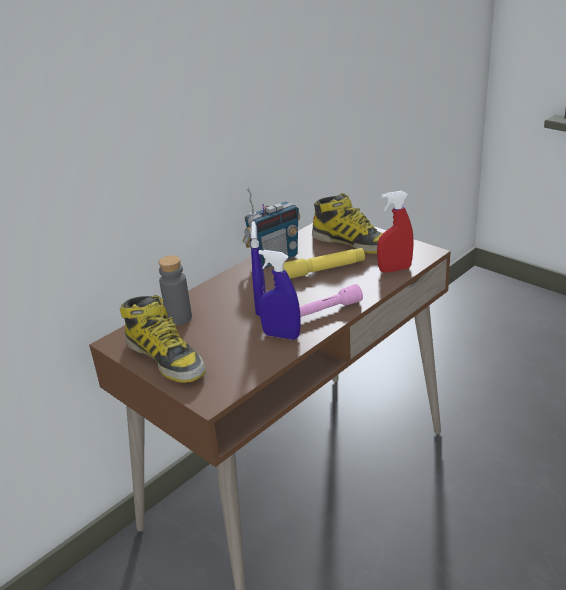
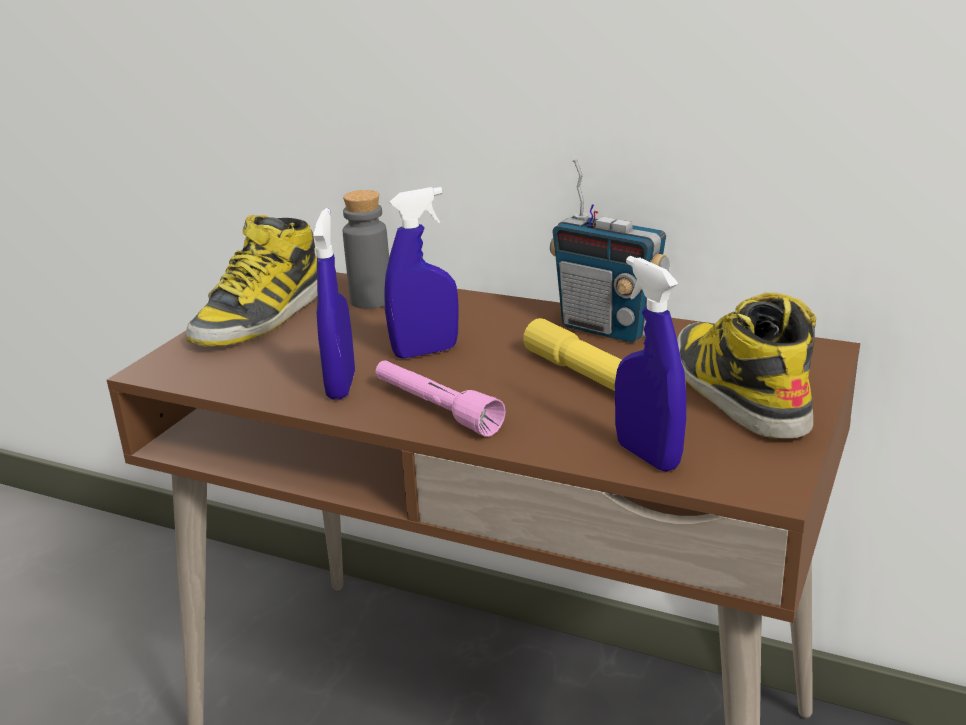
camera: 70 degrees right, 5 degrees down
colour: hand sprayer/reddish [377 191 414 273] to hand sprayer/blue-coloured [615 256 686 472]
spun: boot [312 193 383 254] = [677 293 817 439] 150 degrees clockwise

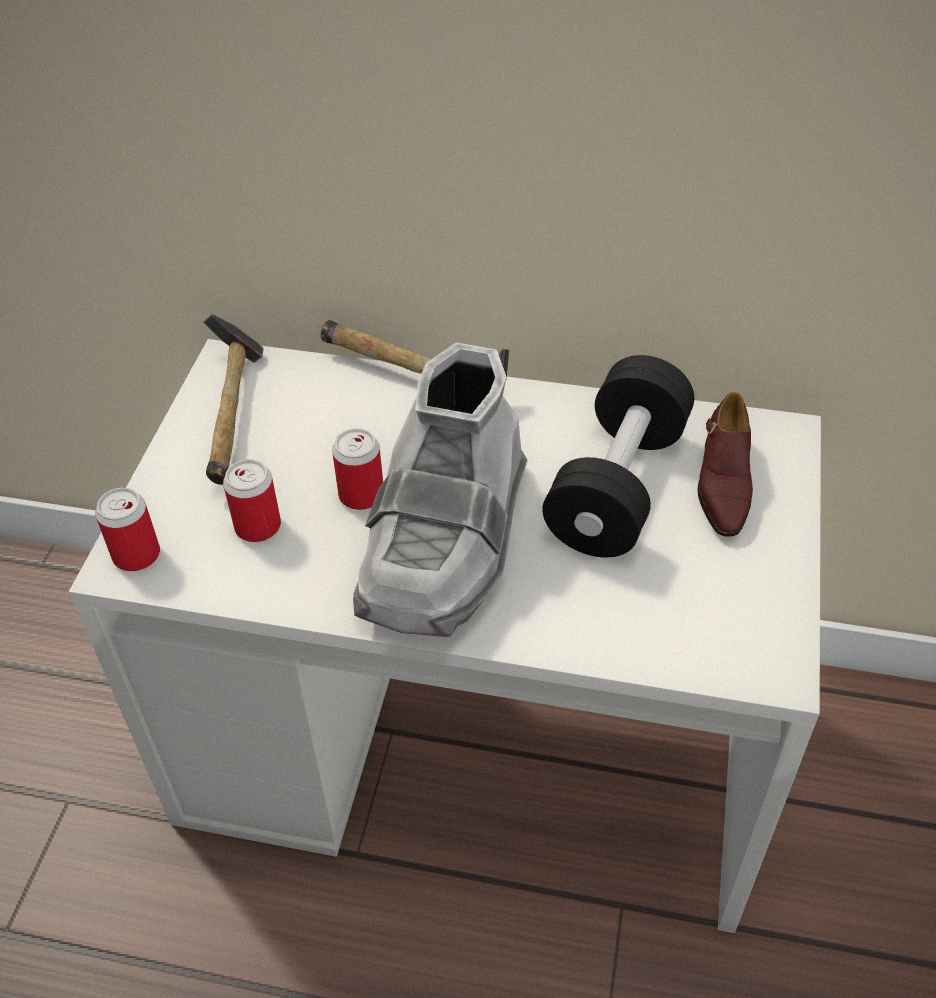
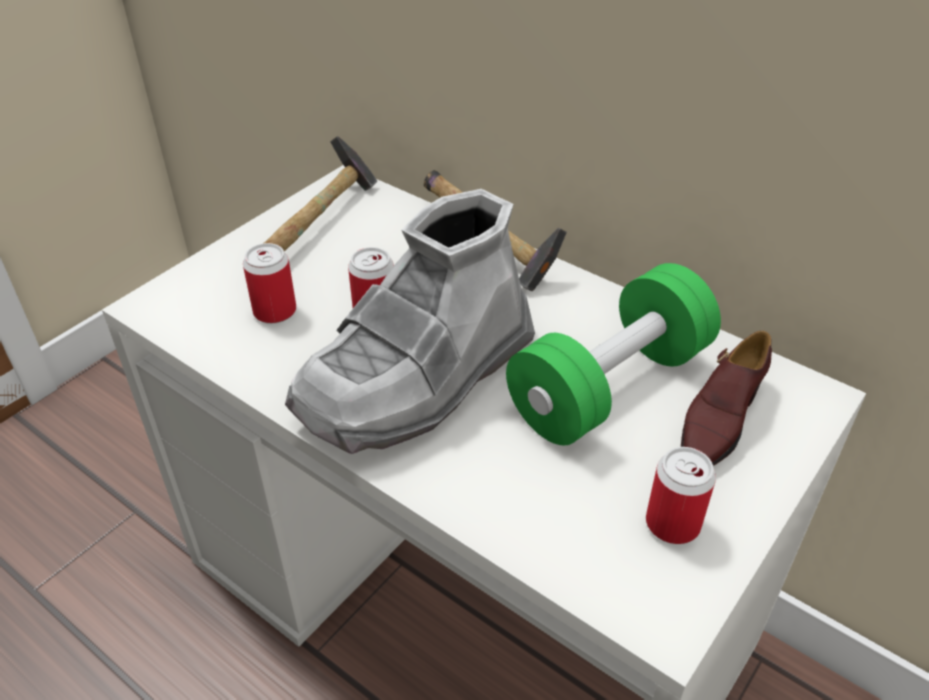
camera: 25 degrees right, 5 degrees down
relocated: sealed can [95 488 160 571] to [646 447 716 544]
colour: free weight/blackish [542 355 694 558] to free weight/green-coloured [506 263 721 445]

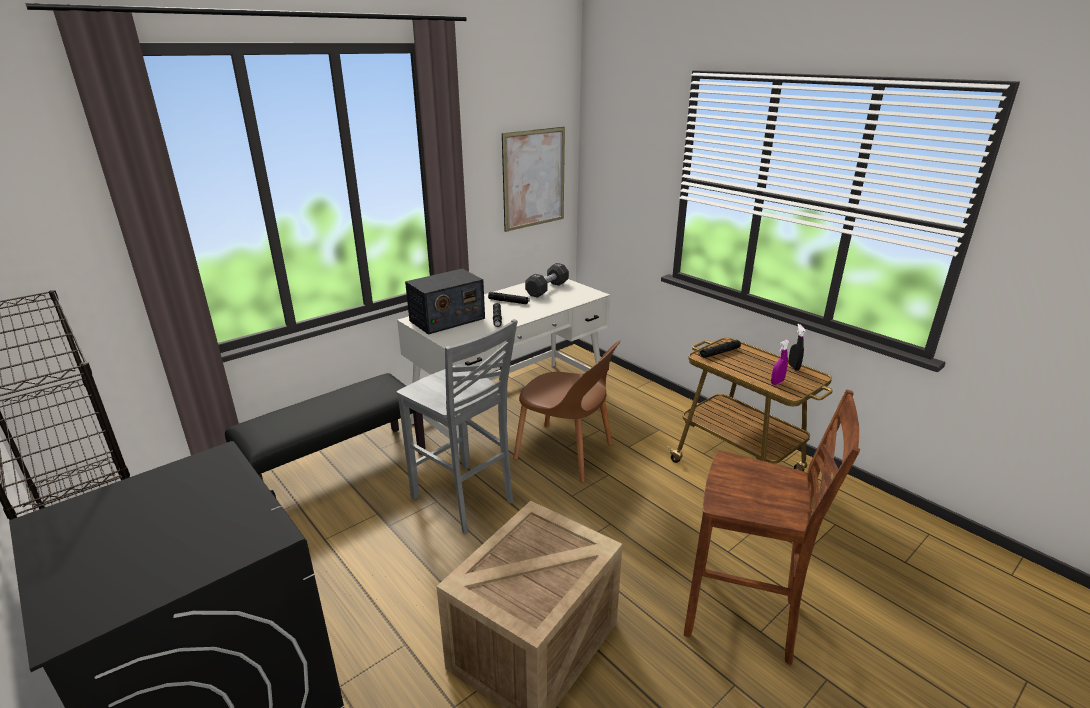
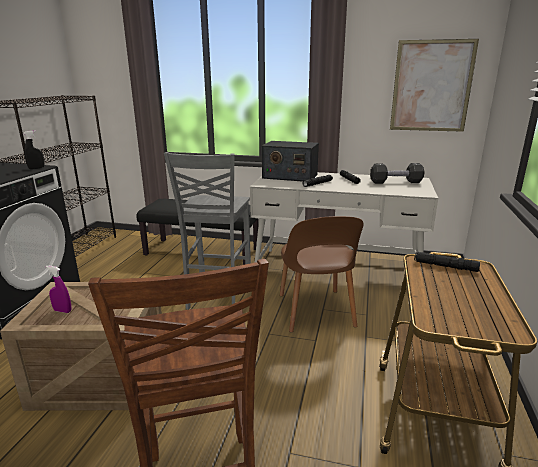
camera: 55 degrees right, 5 degrees down
relocated: hand sprayer/blackish [788 324 805 370] to [23 130 44 169]; hand sprayer/purple [771 340 790 385] to [46 266 71 313]

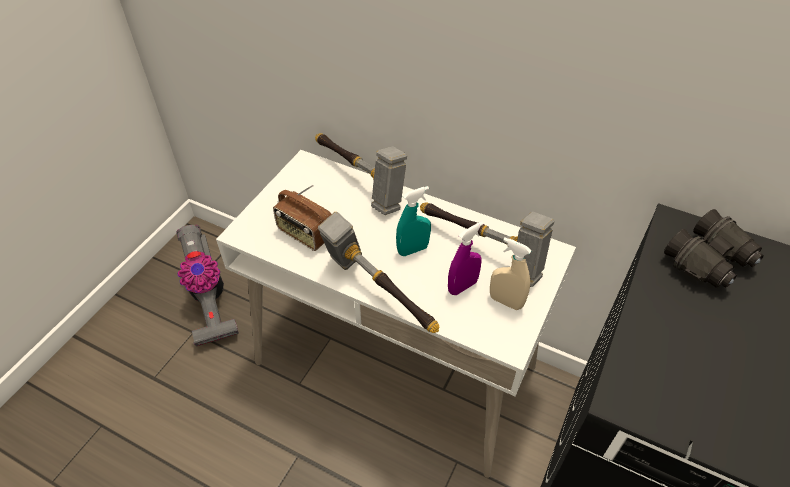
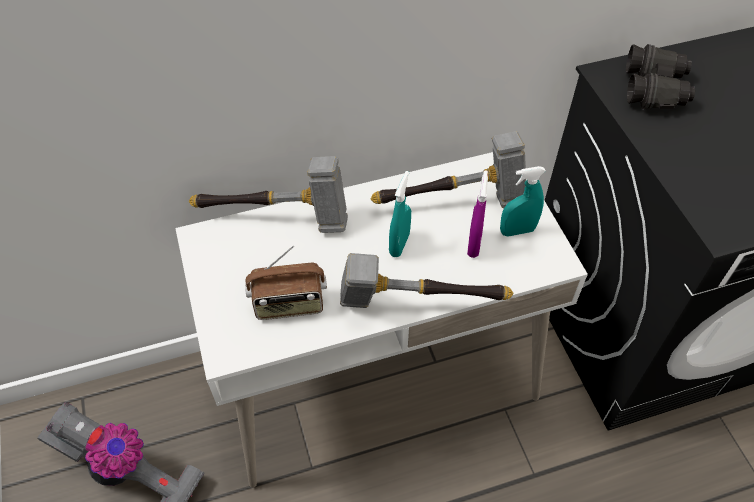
camera: 45 degrees left, 5 degrees up
colour: hand sprayer/sand-coloured [490 237 532 310] to hand sprayer/turquoise [500 166 546 237]

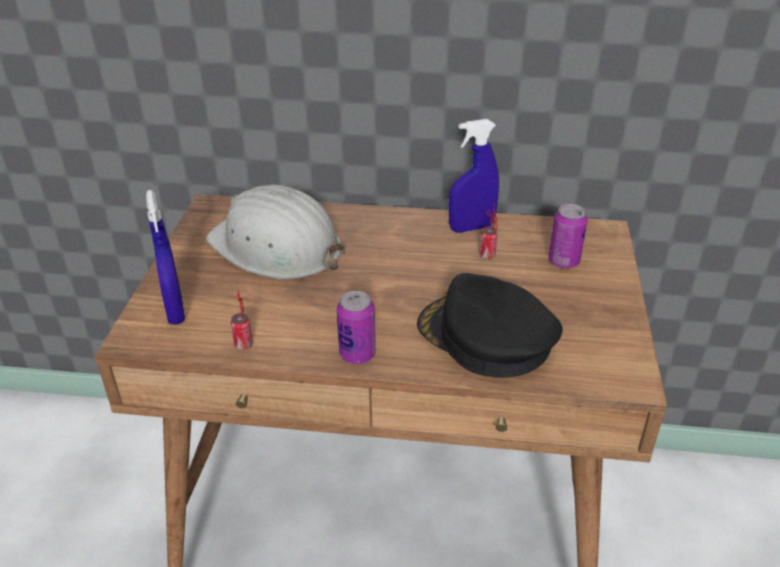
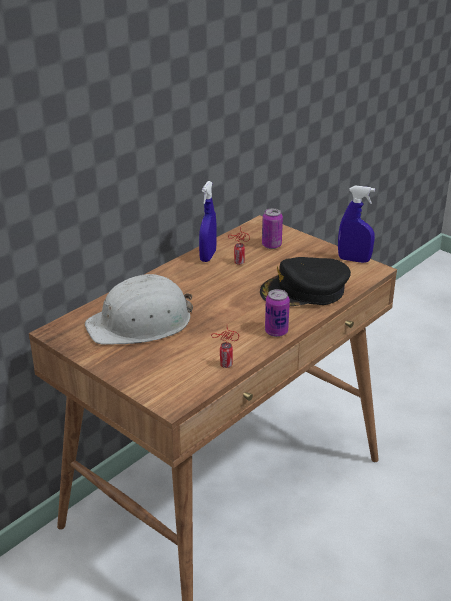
camera: 55 degrees left, 5 degrees down
relocated: hand sprayer/blue-coloured [146 190 185 325] to [338 185 375 263]

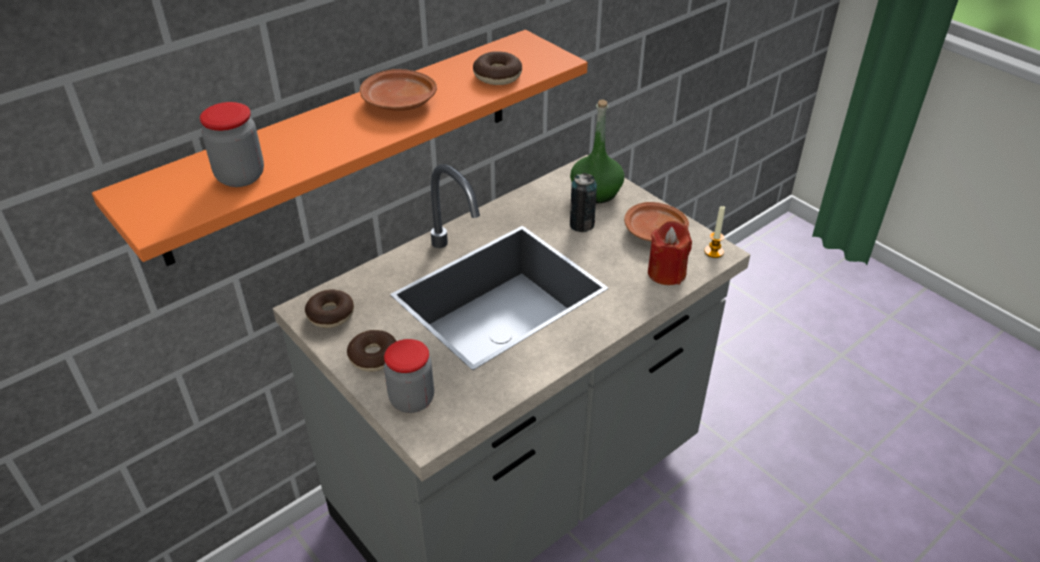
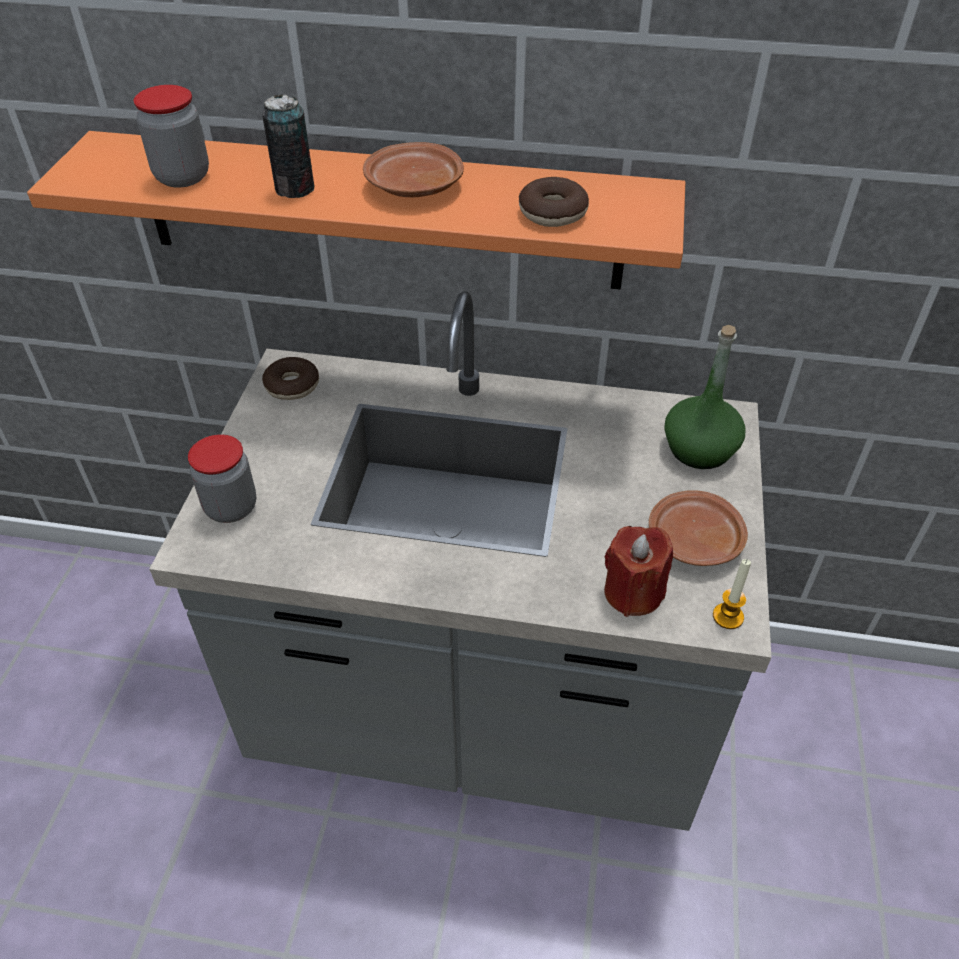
camera: 50 degrees right, 5 degrees up
missing: ring doughnut [347 330 397 372]
relocated: sealed can [570 173 597 232] to [262 94 314 198]

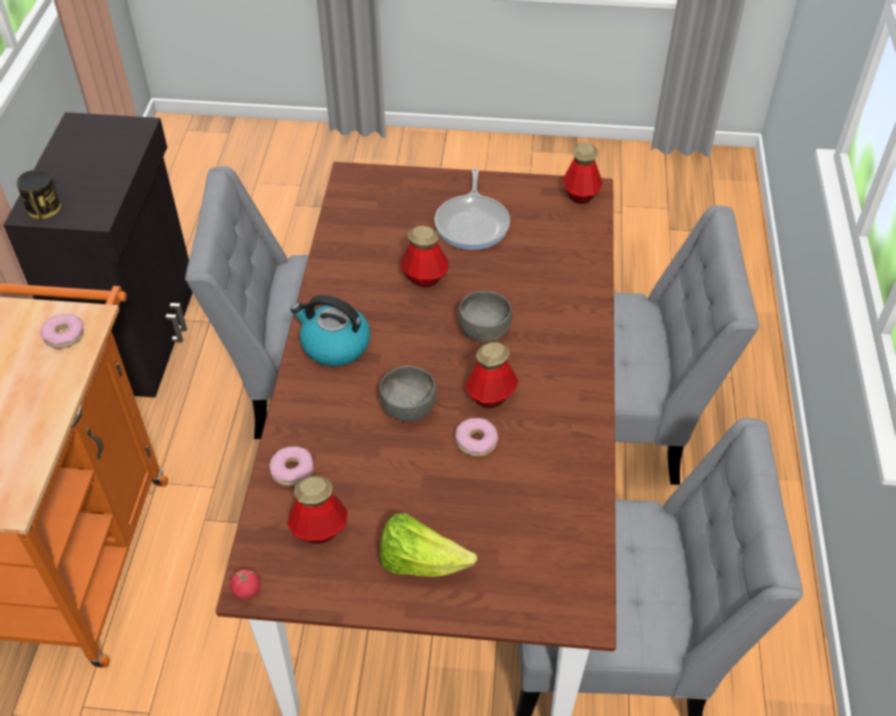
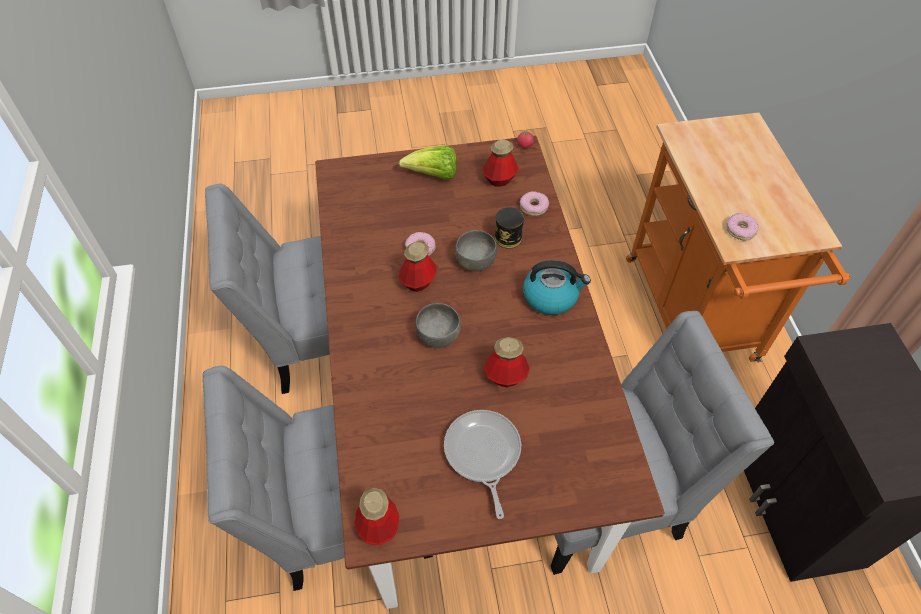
camera: 165 degrees right, 5 degrees up
relocated: sealed can [16 169 61 219] to [495 207 524 248]

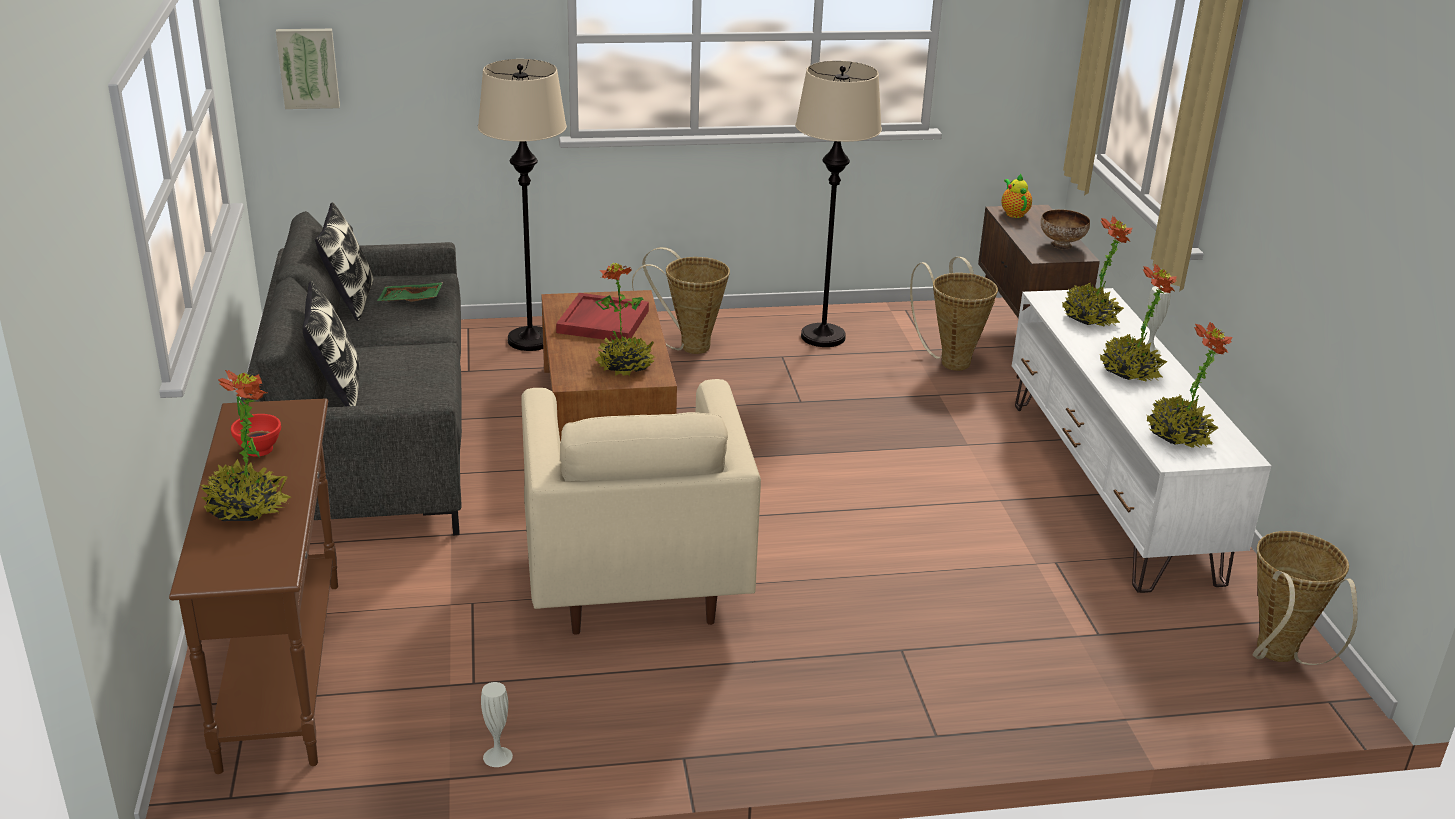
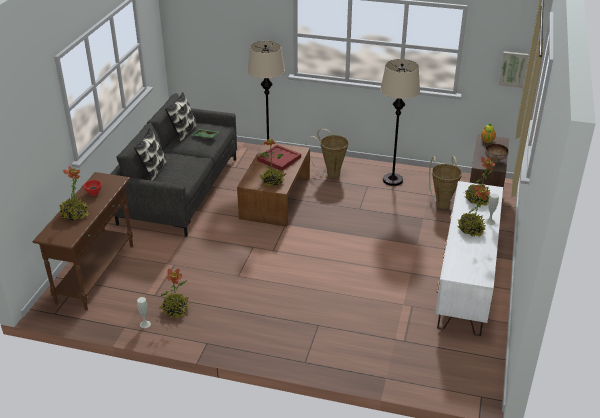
camera: 25 degrees right, 5 degrees up
missing: lounge chair/sand-coloured [521 379 761 635]; storage basket [1253 531 1358 665]
relocated: wall art [276 29 340 109] to [499 51 529 88]; houseplant [1147 322 1233 448] to [159 268 190 319]

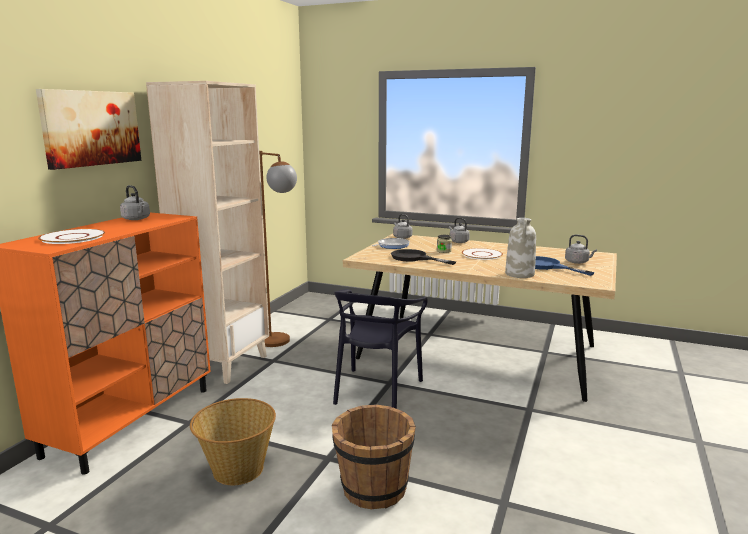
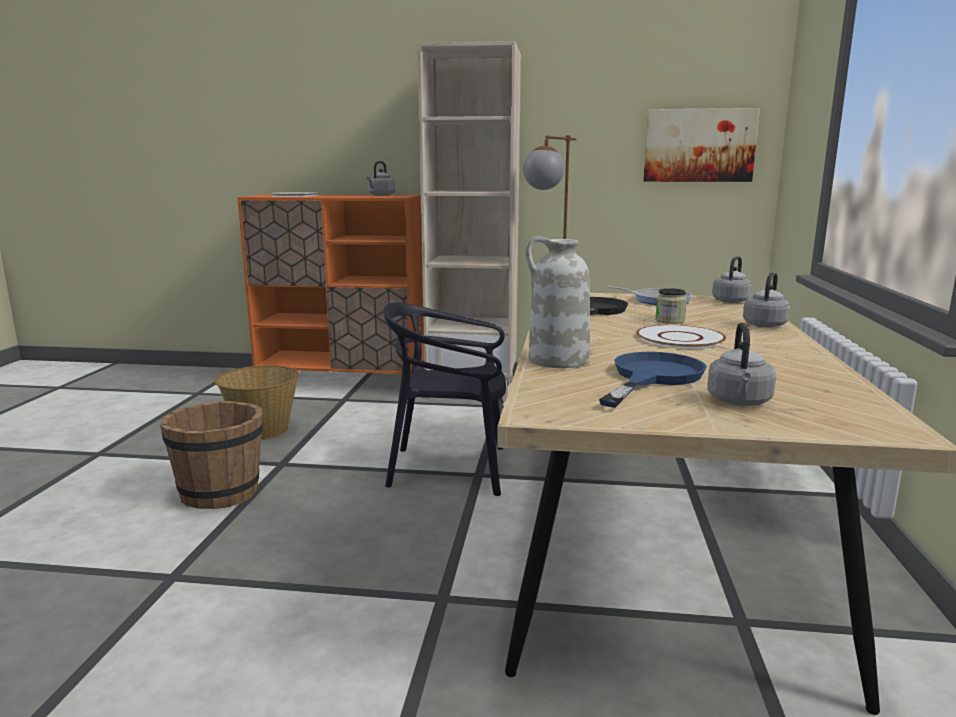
camera: 75 degrees right, 0 degrees up
relocated: wall art [36 89 142 170] to [643 108 760 182]

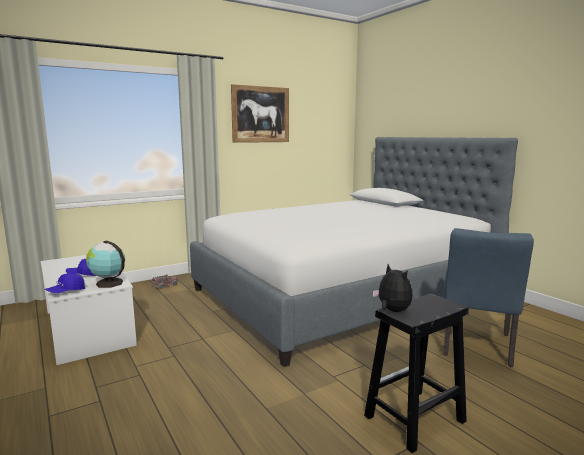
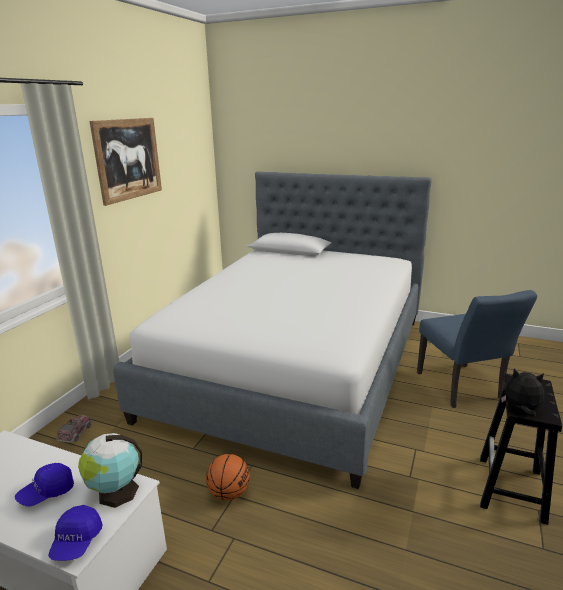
camera: 35 degrees left, 10 degrees up
appeared: basketball [206 454 250 501]

